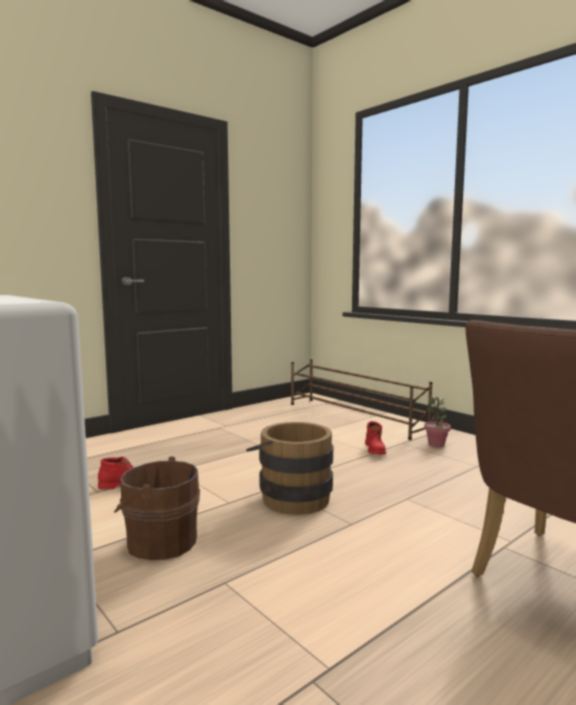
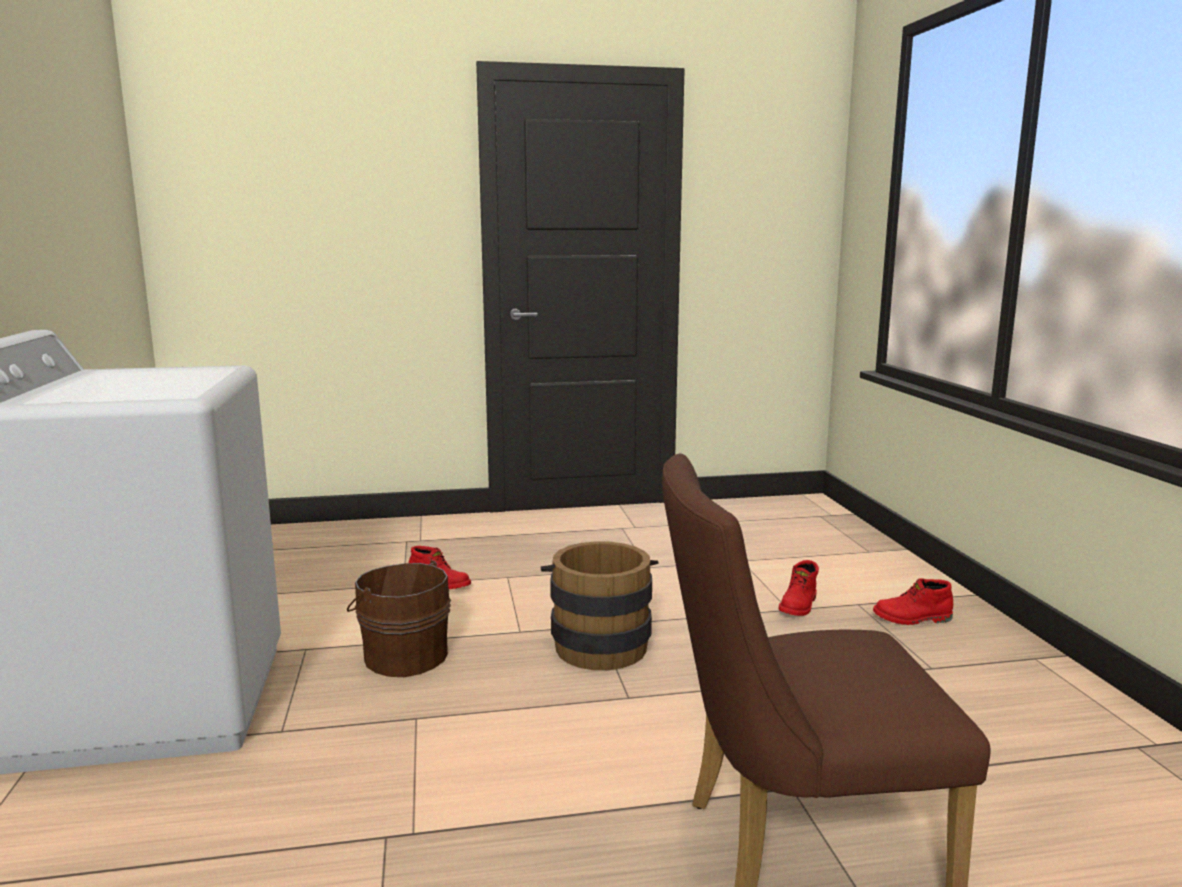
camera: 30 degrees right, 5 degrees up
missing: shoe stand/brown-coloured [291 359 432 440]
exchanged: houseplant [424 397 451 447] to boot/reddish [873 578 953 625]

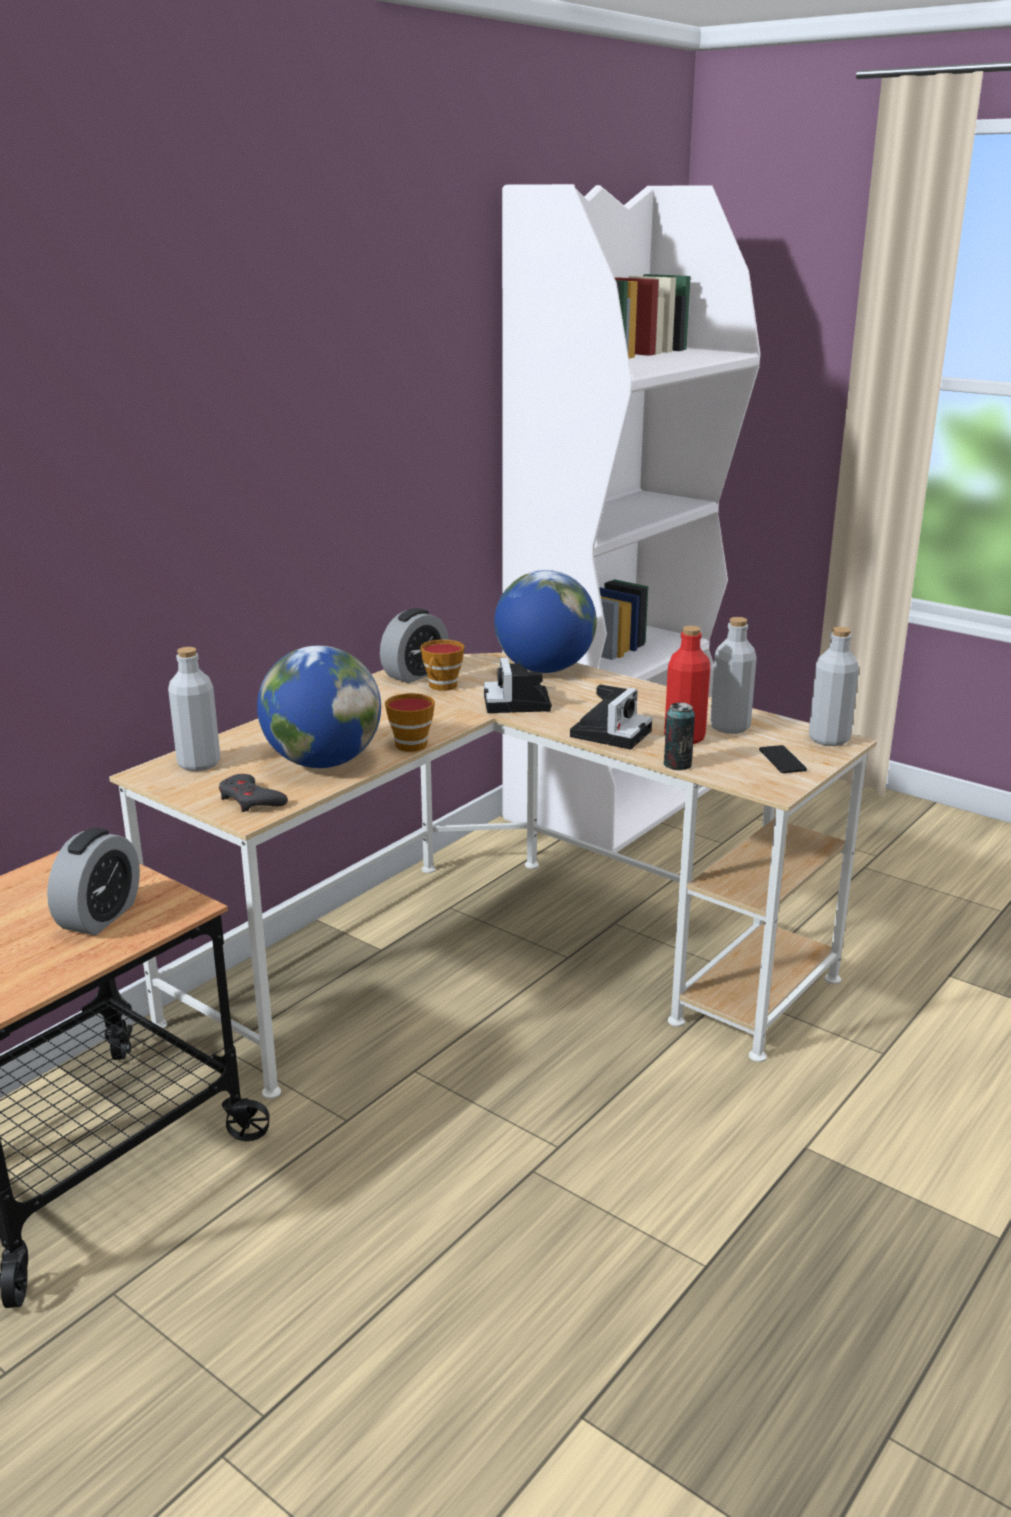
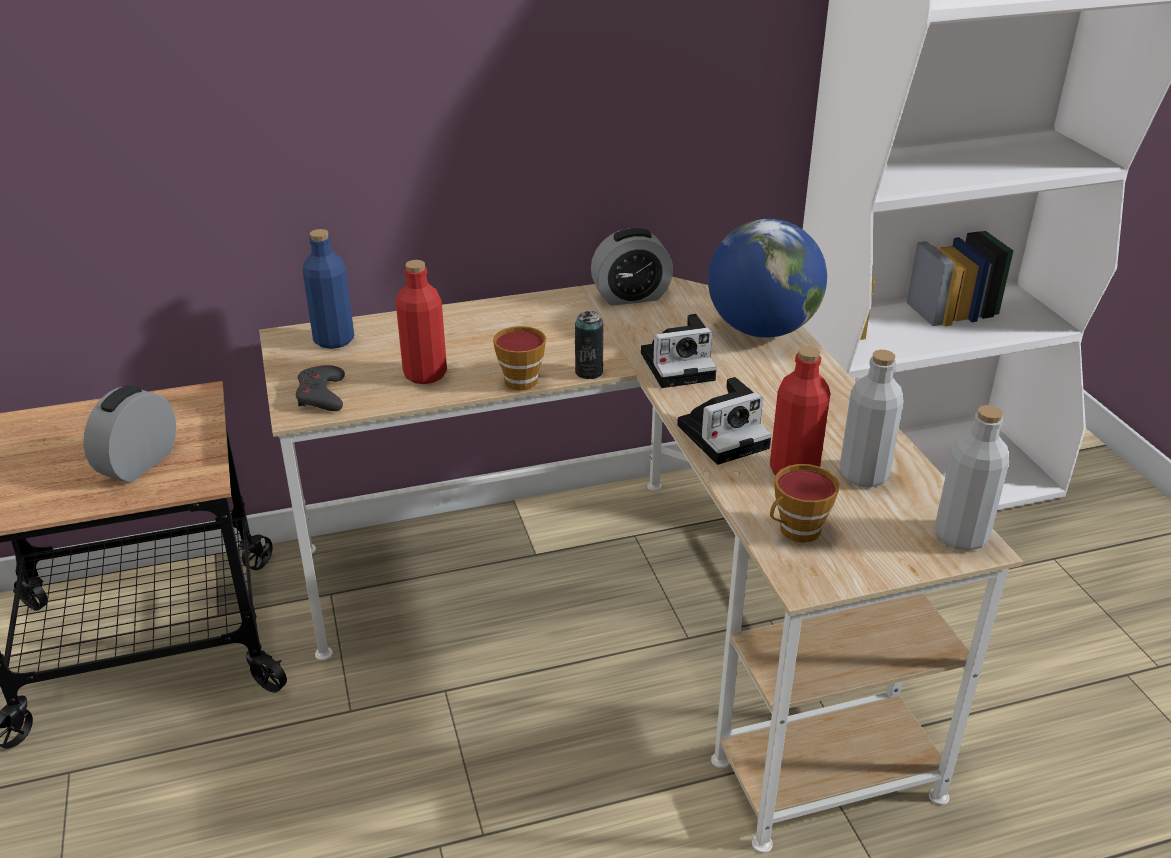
camera: 35 degrees right, 10 degrees up
missing: telephone [759 745 807 773]
relocated: cup [420 639 464 691] to [770 464 839 543]; sealed can [664 702 695 770] to [575 311 603 379]
exchanged: desk globe [257 645 381 768] to drink bottle/reddish [396 260 447 384]
colour: drink bottle/greyish [168 647 221 771] to drink bottle/blue-coloured [302 229 354 349]
spun: photo camera [484 657 552 713] = [641 314 717 388] 135 degrees counterclockwise; table clock [47 828 140 936] = [83 385 176 483] 150 degrees clockwise

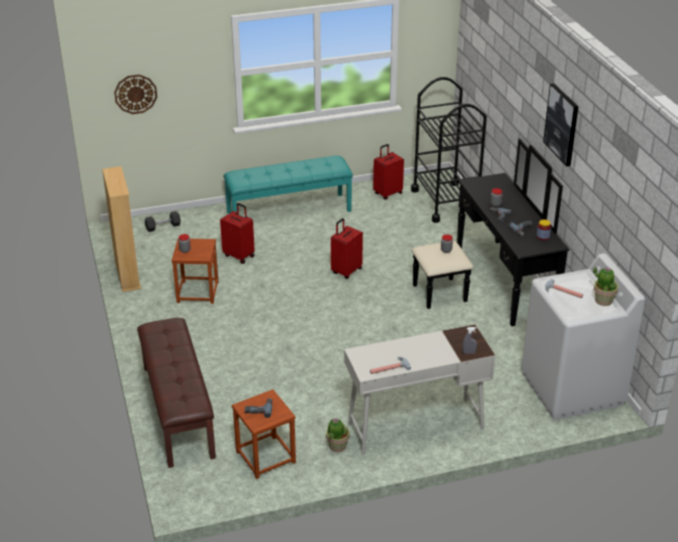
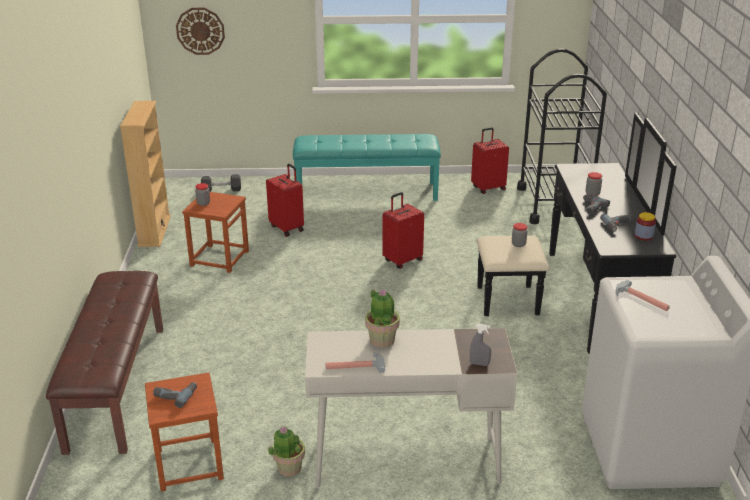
camera: 15 degrees right, 5 degrees down
missing: wall art [543 83 578 167]
relocated: houseplant [593 267 618 306] to [365 289 400 348]

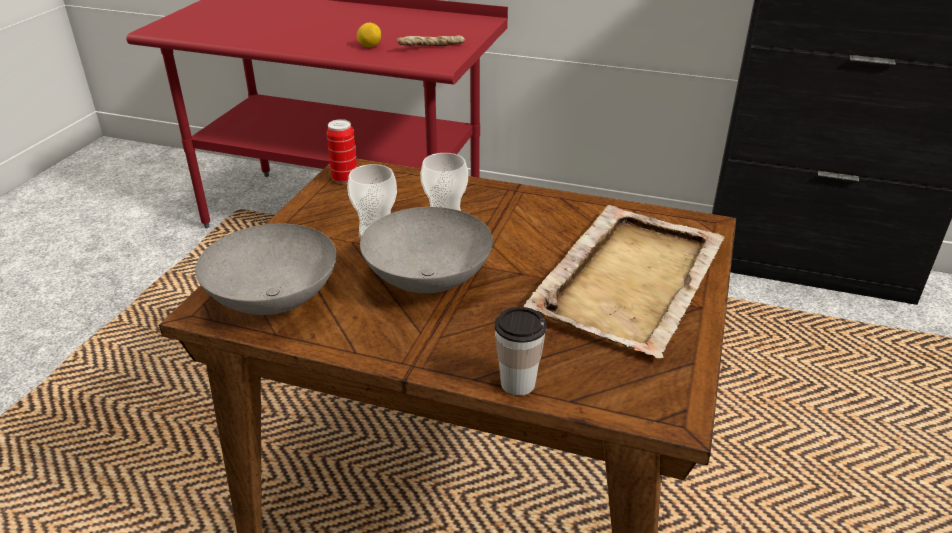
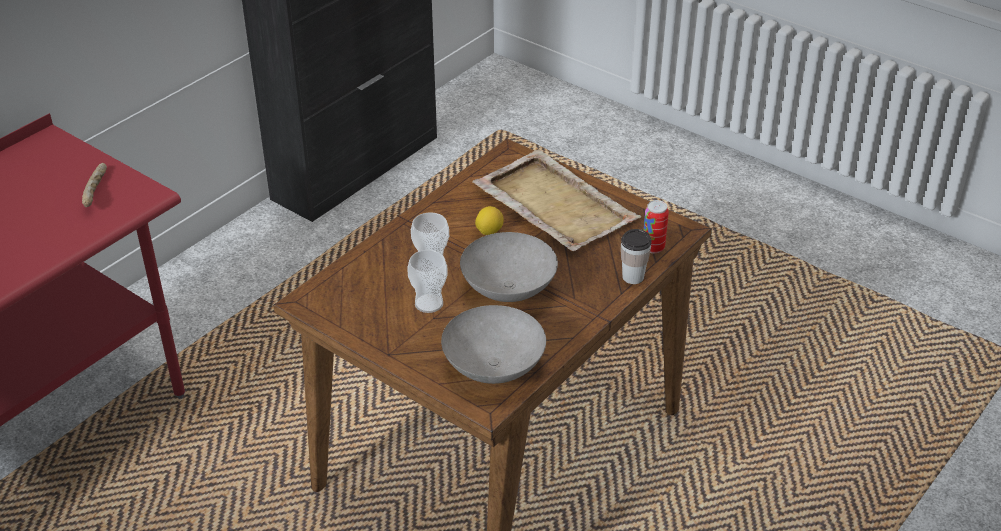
camera: 70 degrees left, 5 degrees up
relocated: lemon [357 23 381 47] to [475 206 504 235]; sealed can [326 119 357 184] to [643 200 669 253]

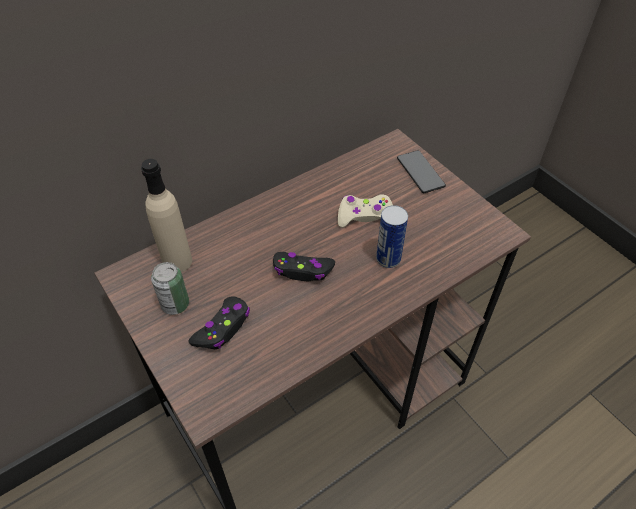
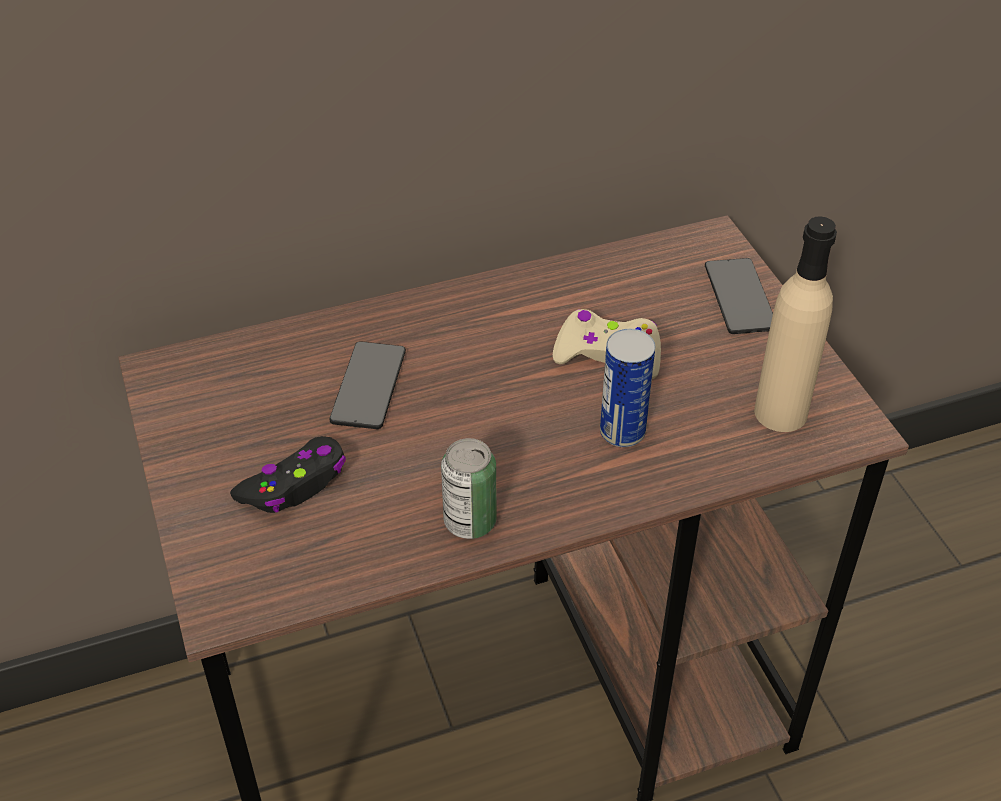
camera: 15 degrees right, 5 degrees down
missing: joypad/blackish [273 252 335 281]
appeared: telephone [330 341 406 429]
relocated: drink bottle/sand-coloured [141 159 192 272] to [754 216 837 432]; sealed can [151 262 189 315] to [441 438 496 539]

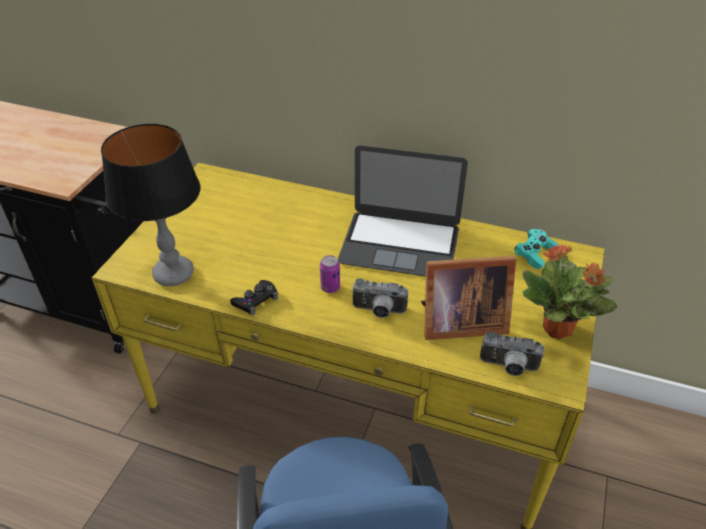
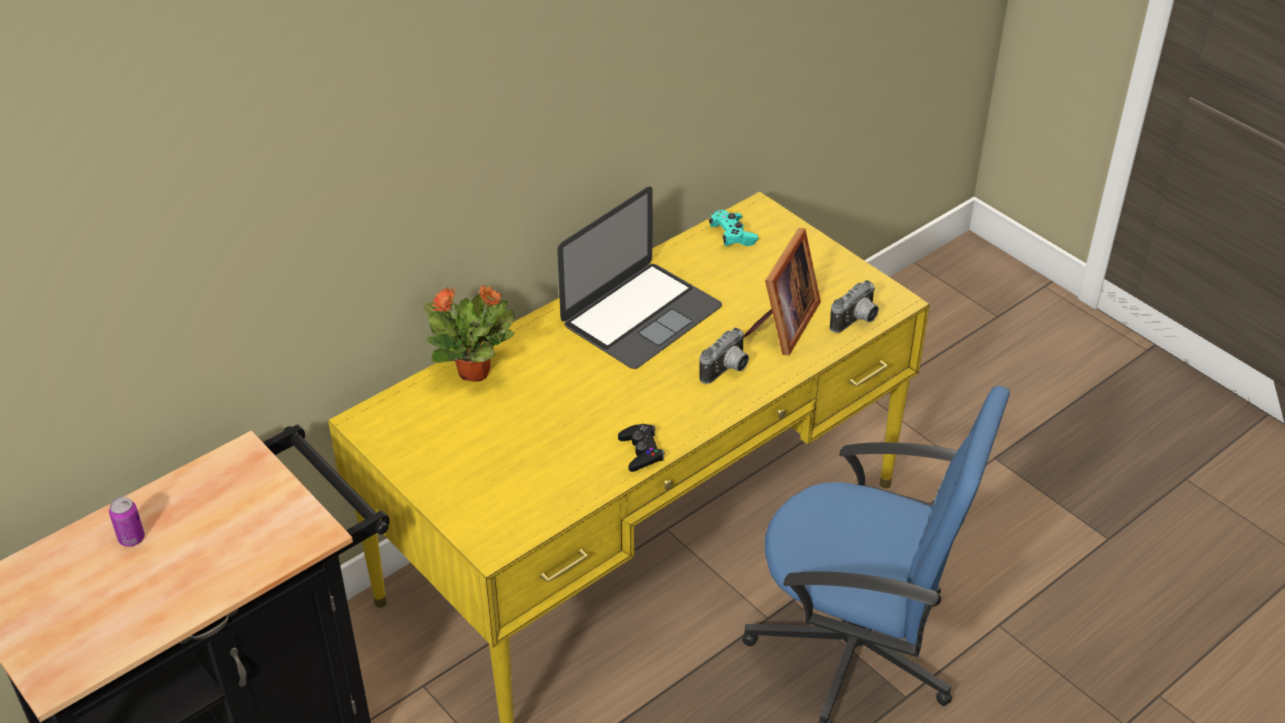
camera: 60 degrees left, 0 degrees up
missing: lamp for a table [101 124 201 286]
relocated: houseplant [522 244 617 339] to [423 285 515 382]; sealed can [320 255 340 293] to [109 497 145 547]

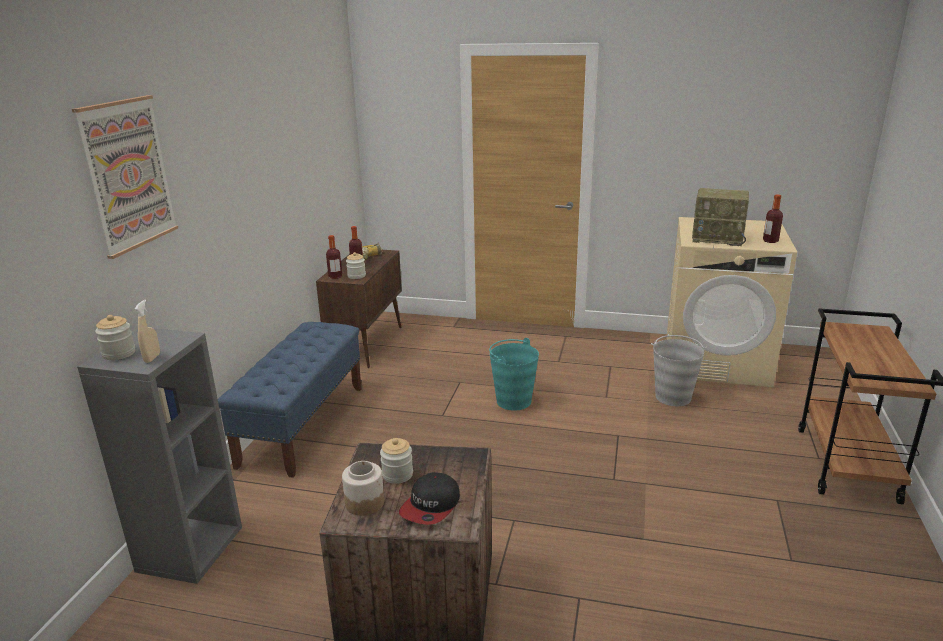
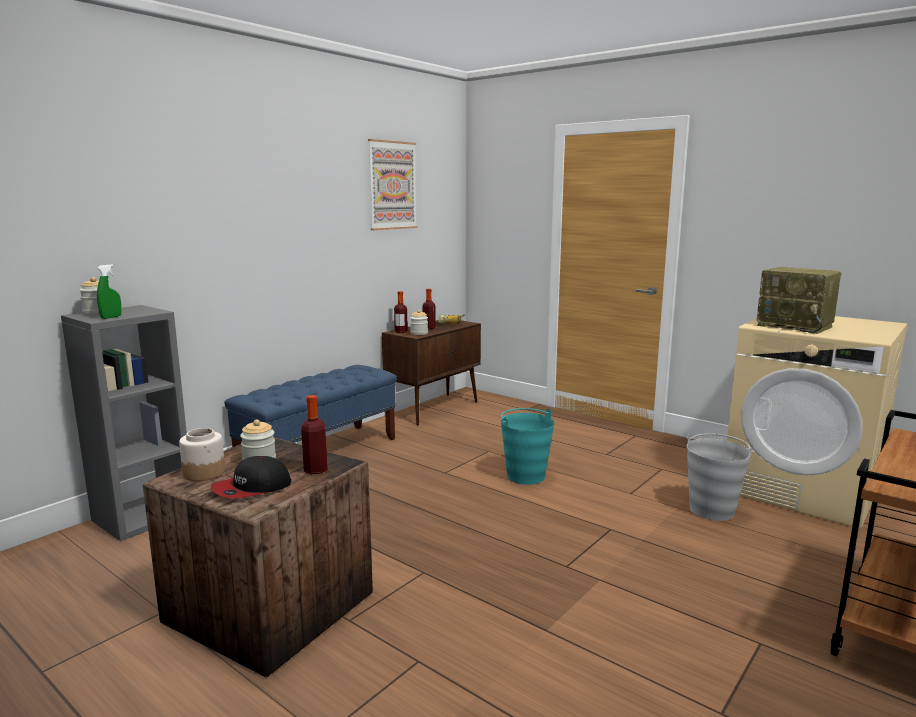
camera: 25 degrees right, 10 degrees down
relocated: wall art [72 95 178 259] to [368 139 417 230]; drink bottle [763 194 783 243] to [301 395 328 474]
colour: hand sprayer/sand-coloured [135 300 160 363] to hand sprayer/green-coloured [97 264 121 319]

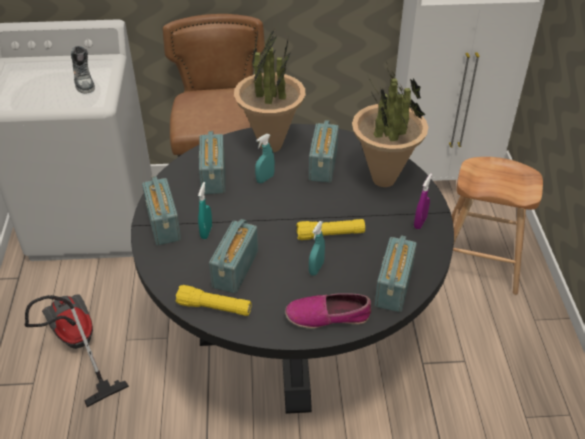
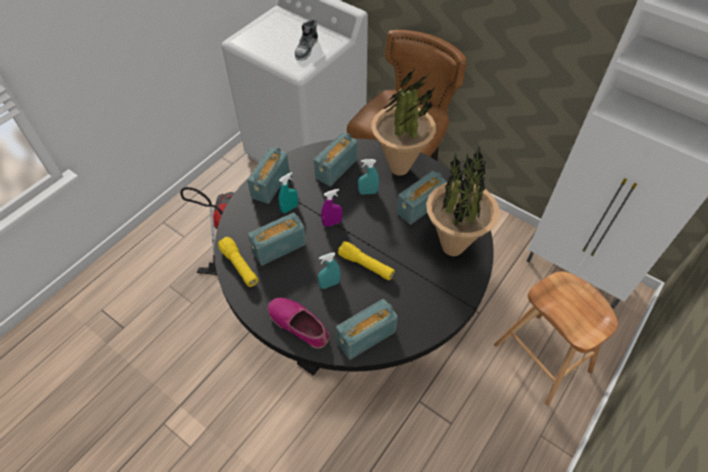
camera: 40 degrees right, 10 degrees up
relocated: hand sprayer/purple [414 173 432 229] to [321 189 343 227]

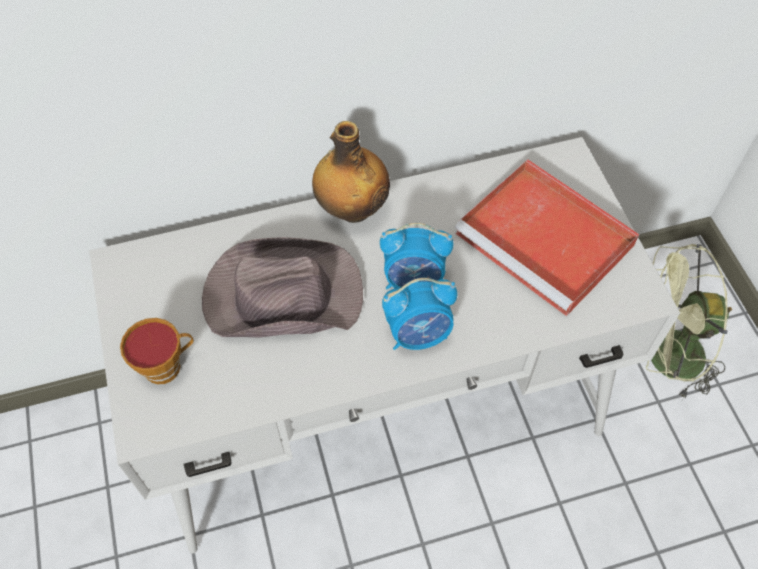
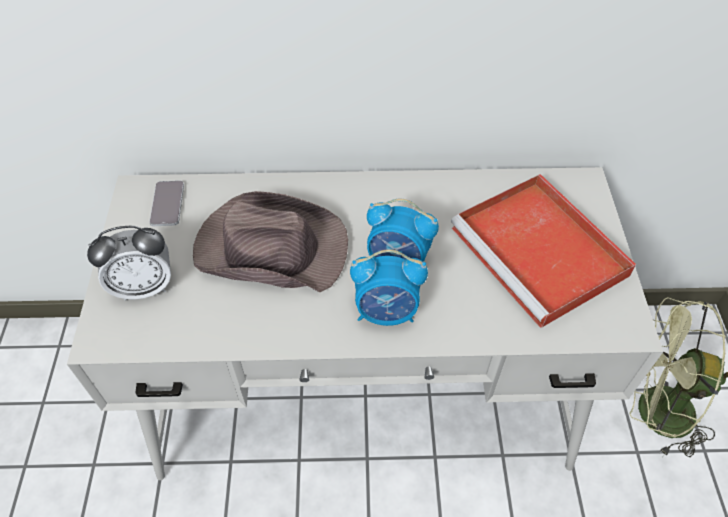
camera: 15 degrees right, 5 degrees down
missing: drink bottle [312 121 390 223]
appeared: telephone [149 180 184 226]
exchanged: cup [120 318 194 385] to table clock [87 226 171 301]

